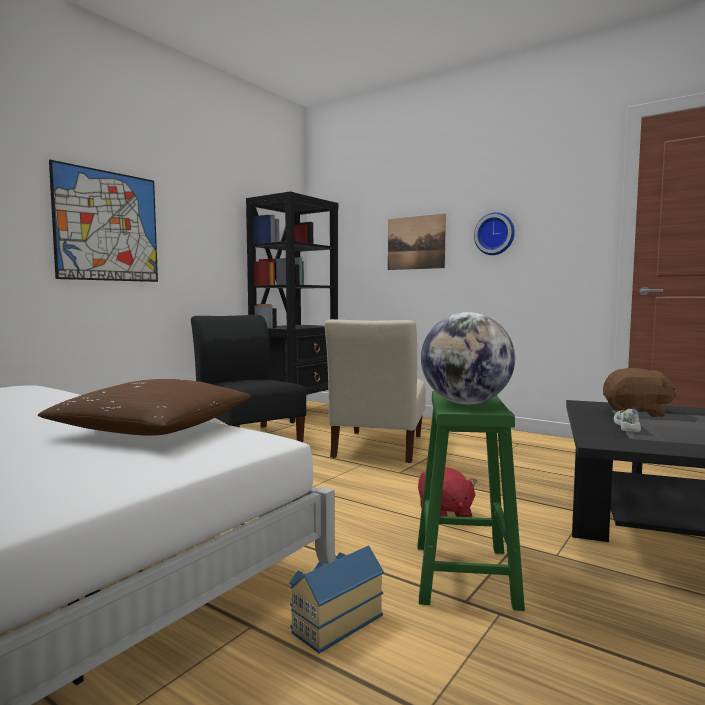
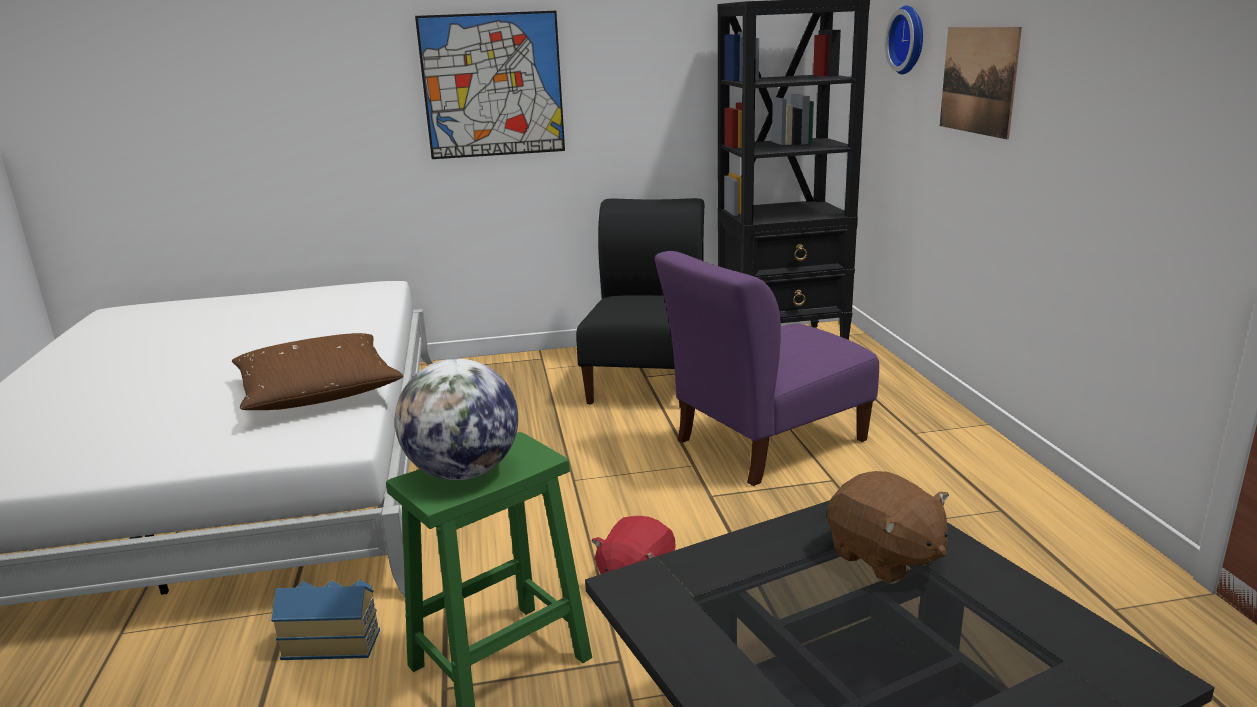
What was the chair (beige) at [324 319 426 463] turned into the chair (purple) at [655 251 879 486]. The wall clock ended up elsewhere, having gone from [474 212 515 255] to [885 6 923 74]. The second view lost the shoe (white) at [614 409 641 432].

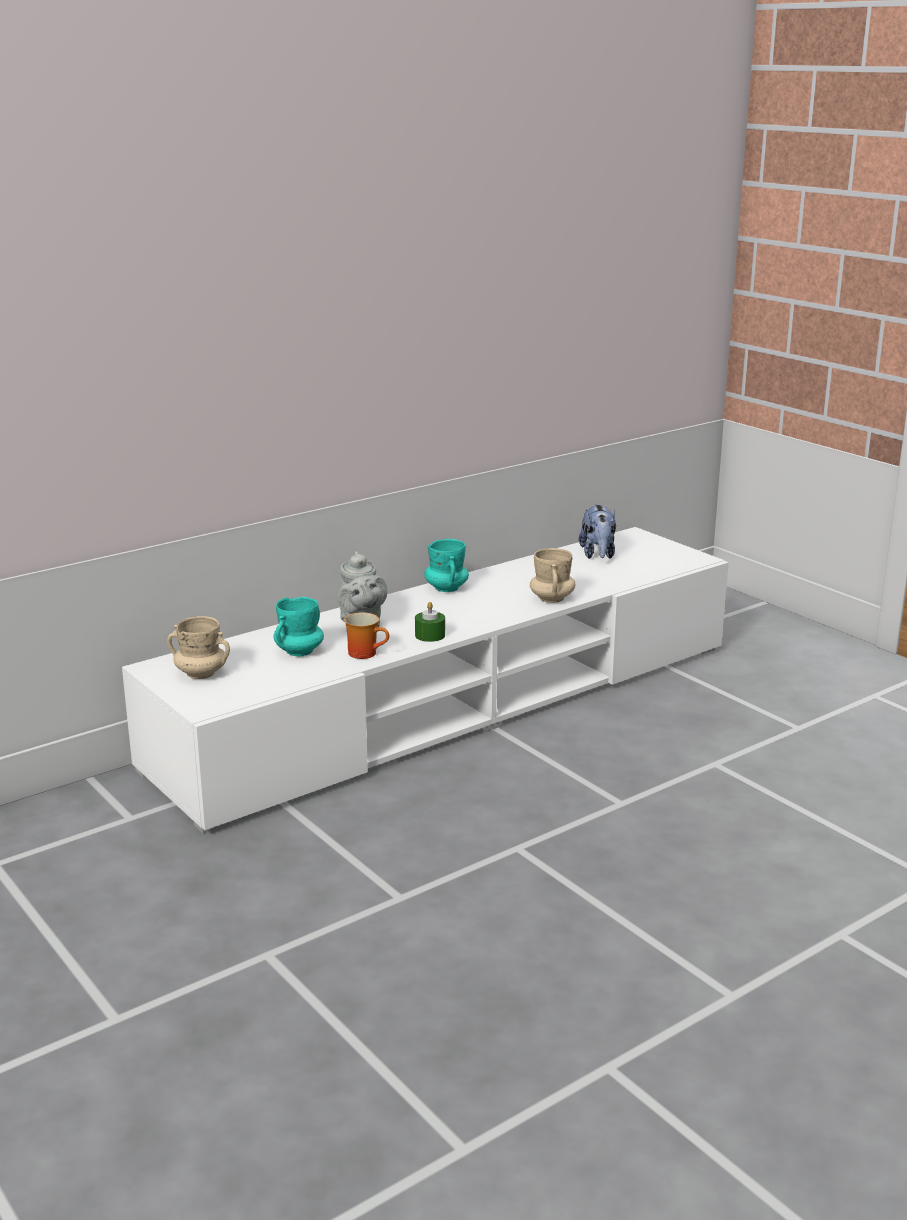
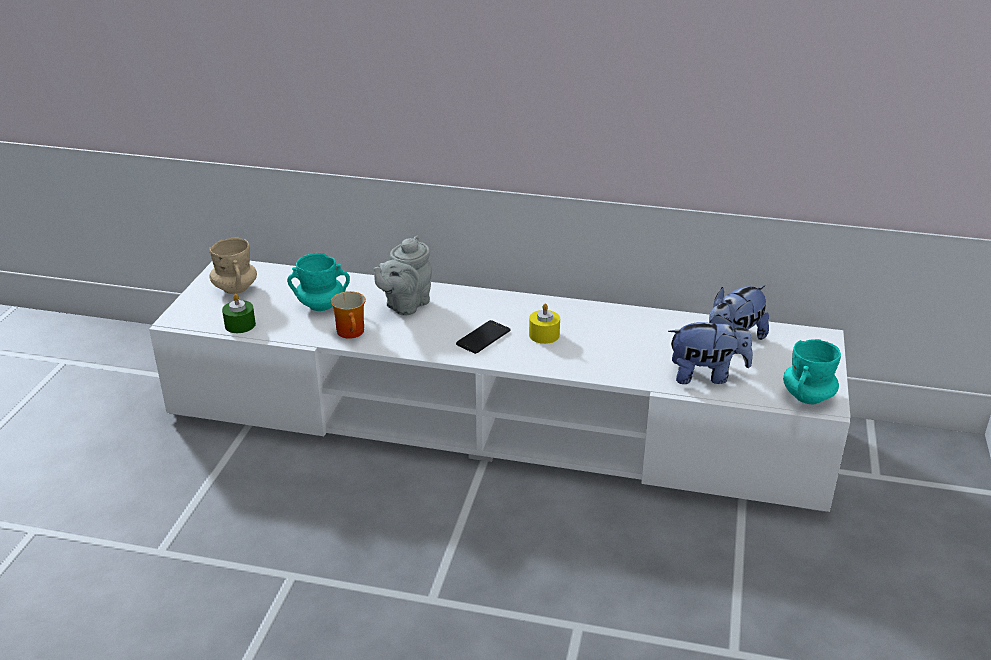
The candle (green) ended up elsewhere, having gone from [415 602 445 642] to [222 294 256 333]. The mug (turquoise) ended up elsewhere, having gone from [424 539 469 592] to [783 339 841 404]. The second view lost the mug (beige) at [530 548 575 603]. The second view gained the phone at [456 320 510 354]. The second view gained the candle (yellow) at [529 303 560 344]. The second view gained the plush toy at [668 314 753 384].

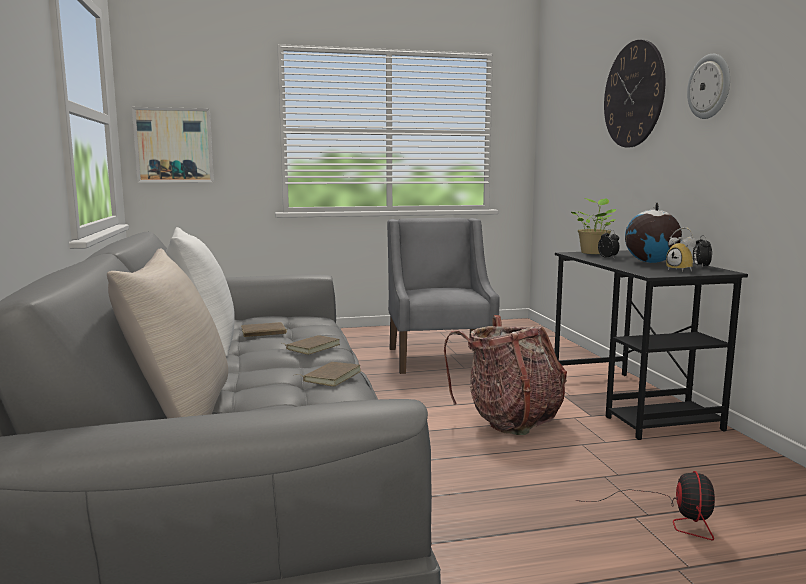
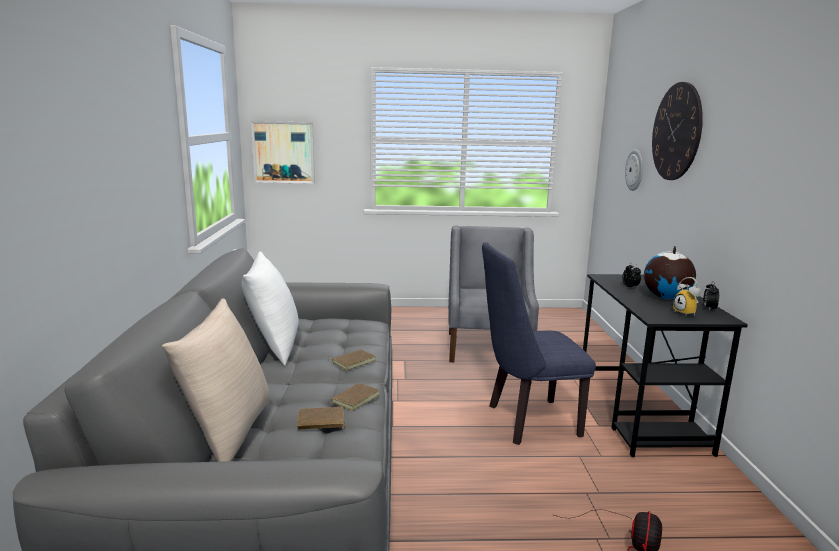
The book (brown) ended up elsewhere, having gone from [241 322 288 337] to [297 407 346 430]. Where the backpack stood at [444 315 567 435], the chair (blue) came to stand at [482 242 596 445]. The second view lost the potted plant at [571 198 616 254]. The wall clock ended up elsewhere, having gone from [687 54 730 119] to [625 149 643 191].

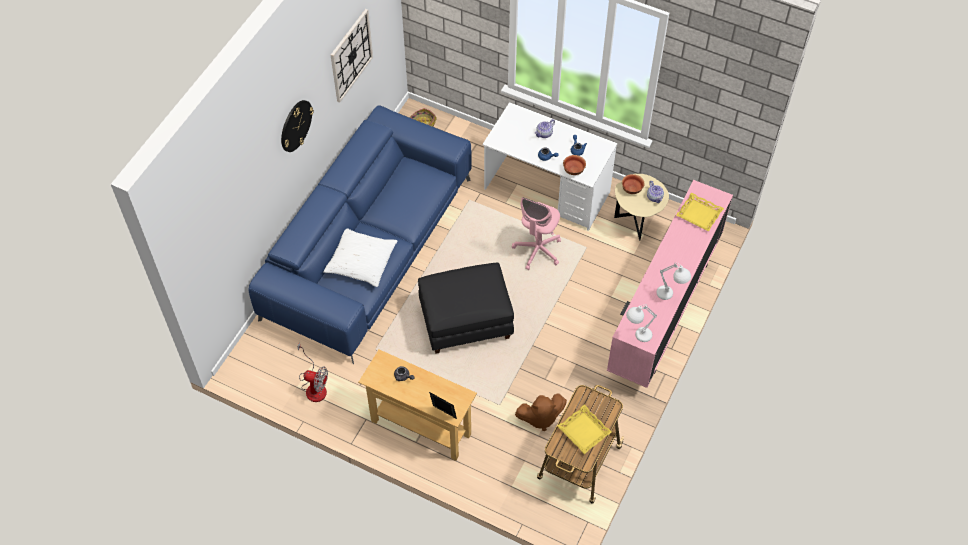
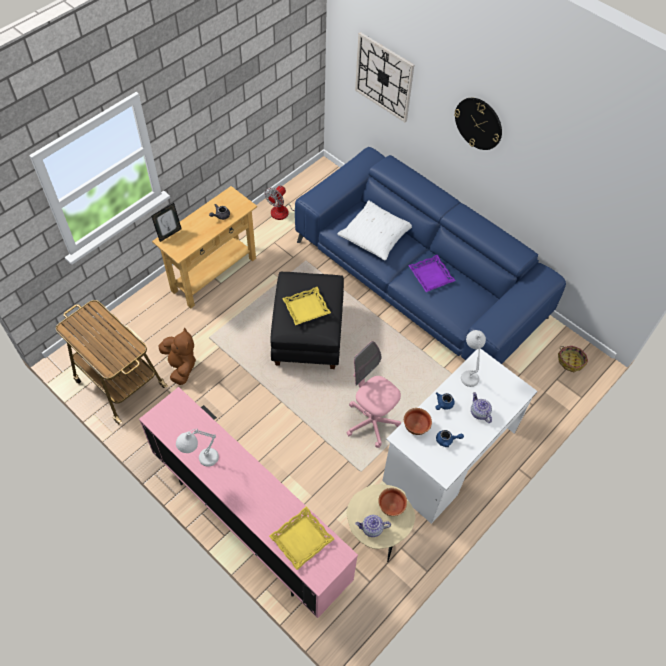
The wall clock ended up elsewhere, having gone from [331 9 373 103] to [355 32 414 122]. The plush toy (brown) at [515 393 567 431] ended up facing another way, 150 degrees clockwise from before. The tray (yellow) ended up elsewhere, having gone from [557 405 611 454] to [282 287 331 325]. The table lamp (white) ended up elsewhere, having gone from [626 305 657 342] to [461 330 486 387]. The second view gained the tray (purple) at [408 255 455 292].

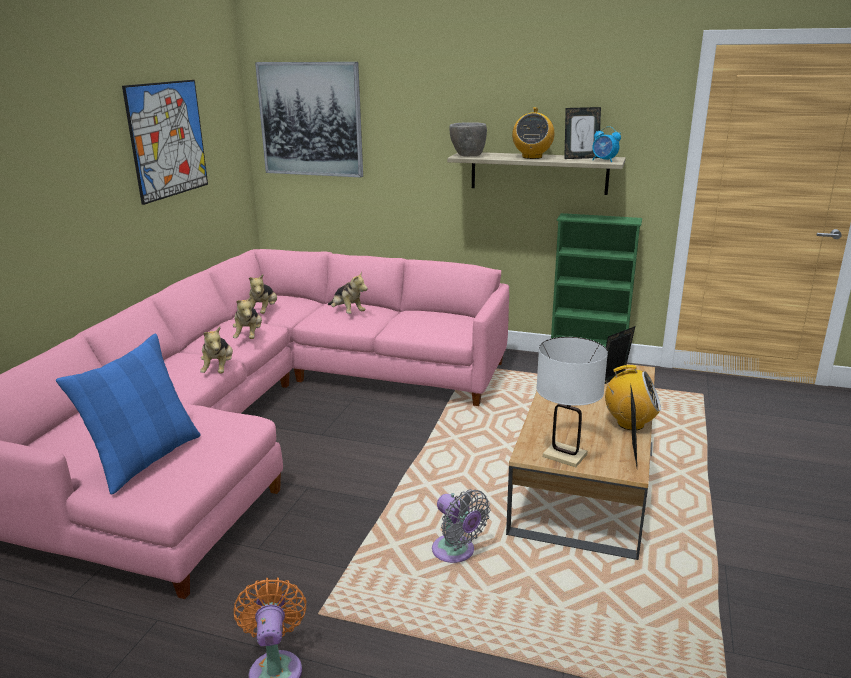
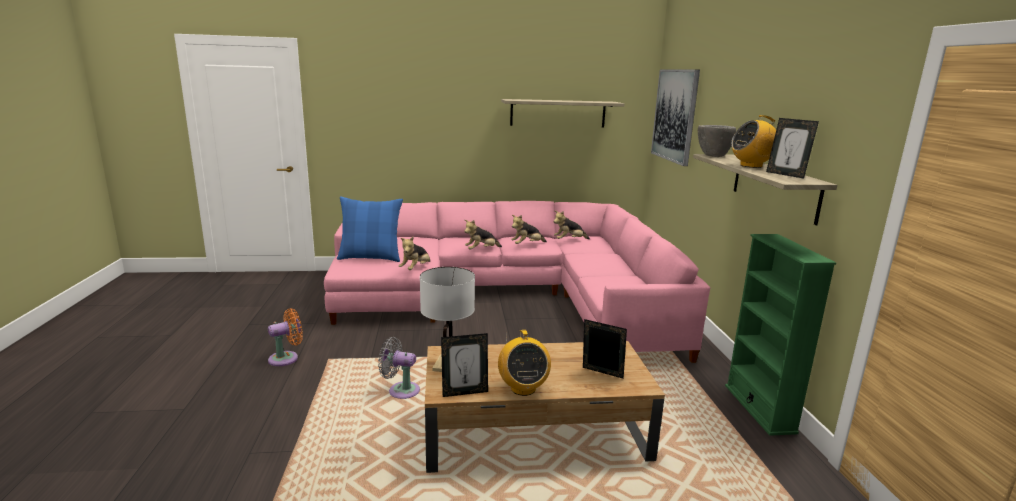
Where the picture hung at [122 80 208 205], the shelf came to hang at [501 99 625 127]. The plush toy ended up elsewhere, having gone from [328 271 368 314] to [399 237 430 270]. The fan (grey) at [432 489 490 563] ended up facing another way, 75 degrees clockwise from before. The second view lost the alarm clock at [592 126 621 162].

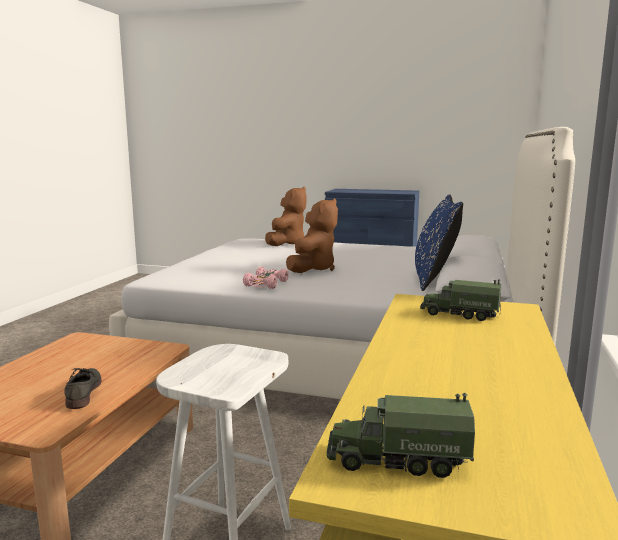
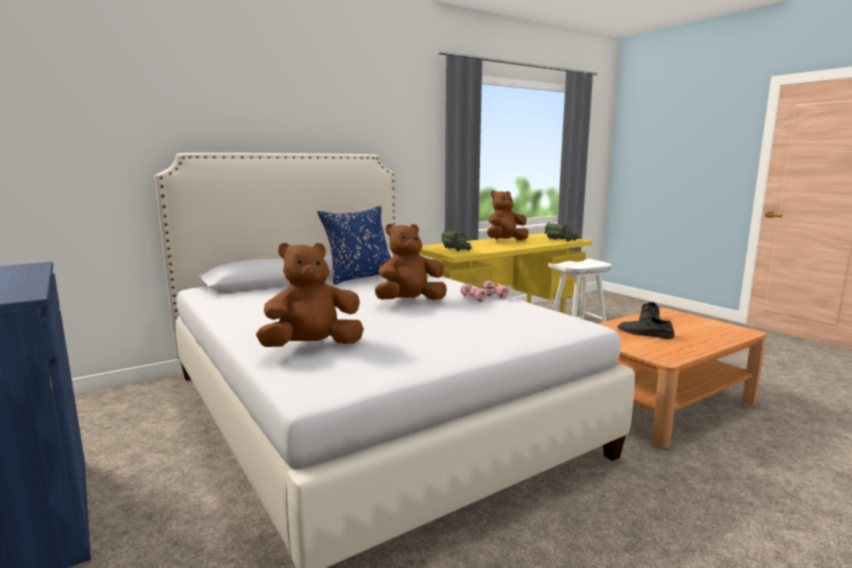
The second view gained the plush toy (brown) at [487 191 528 240]. The second view gained the shoe (grey) at [618 316 675 339].

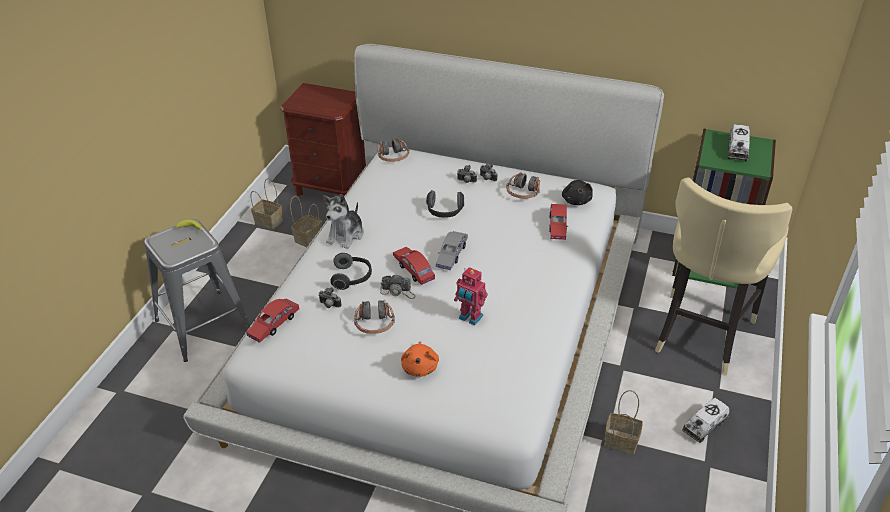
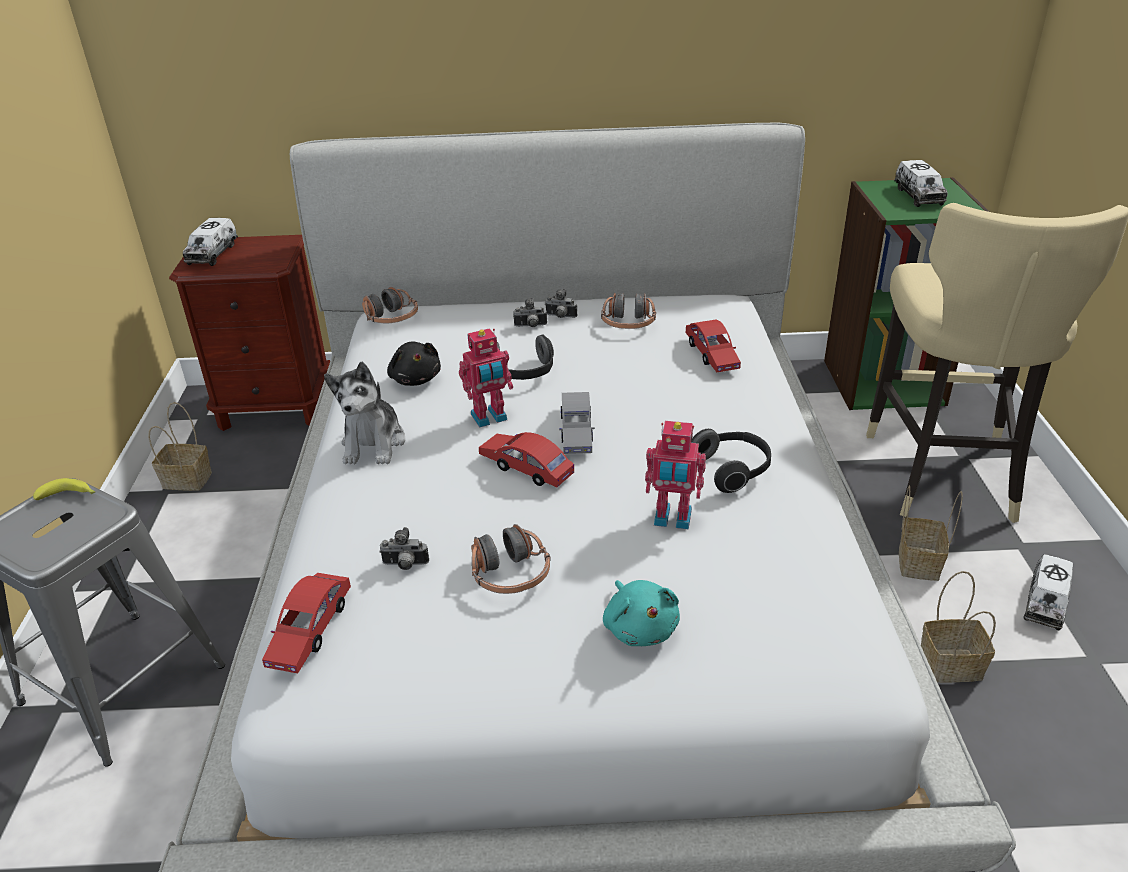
The basket ended up elsewhere, having gone from [290 196 322 247] to [899 485 963 581]. The headphones ended up elsewhere, having gone from [331 253 372 290] to [691 429 771 493]. The second view lost the photo camera at [380 274 416 299]. What was the plush toy (orange) at [401 341 439 377] turned into the plush toy (turquoise) at [603 580 680 646]. The plush toy (black) ended up elsewhere, having gone from [562 180 593 205] to [387 342 441 386]. The second view gained the toy truck at [183 218 238 266]. The second view gained the toy robot at [459 328 513 427].

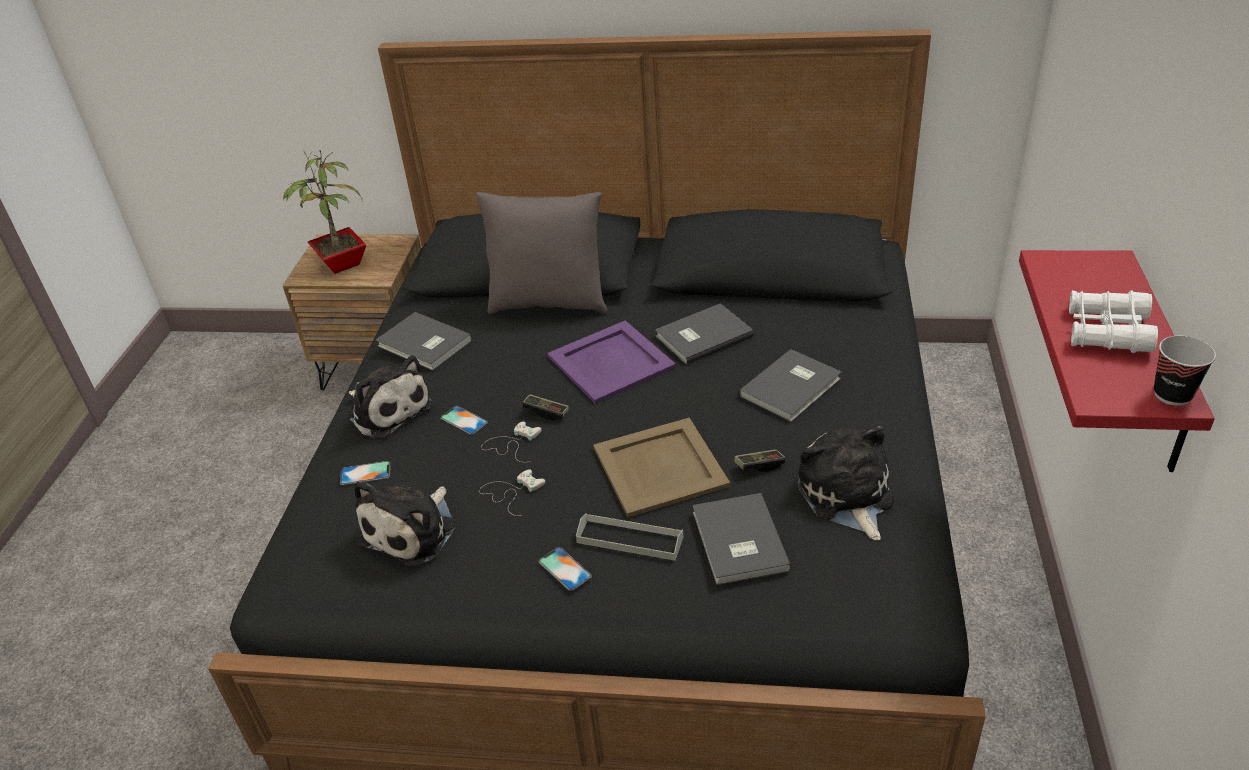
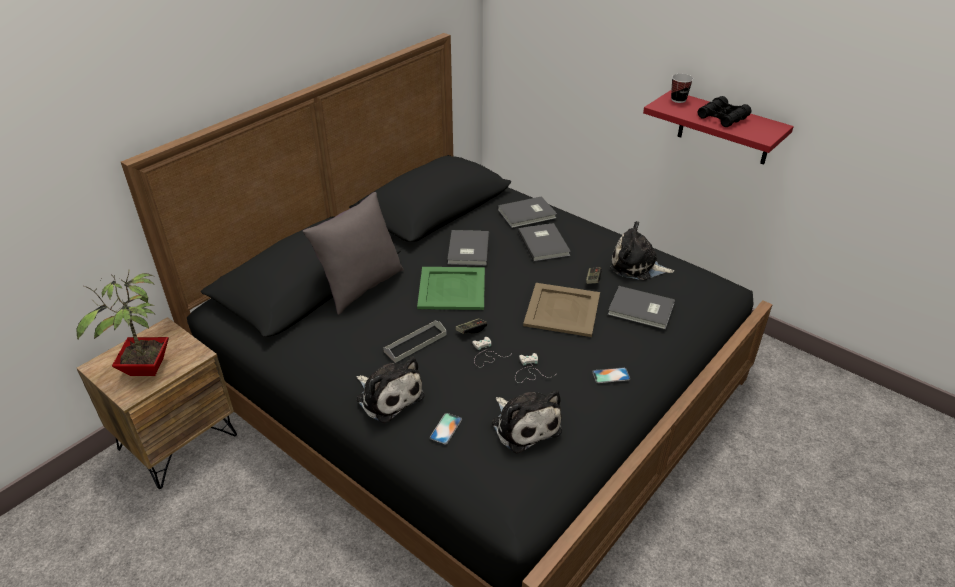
The plush toy at [348 355 433 440] ended up facing another way, 60 degrees clockwise from before. The book (grey) ended up elsewhere, having gone from [376 312 472 371] to [498 196 557 228]. The second view lost the phone at [440 406 488 435]. What was the tray (purple) at [547 320 676 404] turned into the tray (green) at [417 267 485 310]. The tray (grey) ended up elsewhere, having gone from [576 513 683 561] to [383 320 447 363]. What was the binoculars (white) at [1069 290 1158 353] turned into the binoculars (black) at [698 96 752 127]. The cup ended up elsewhere, having gone from [1154 336 1216 406] to [671 74 693 103].

